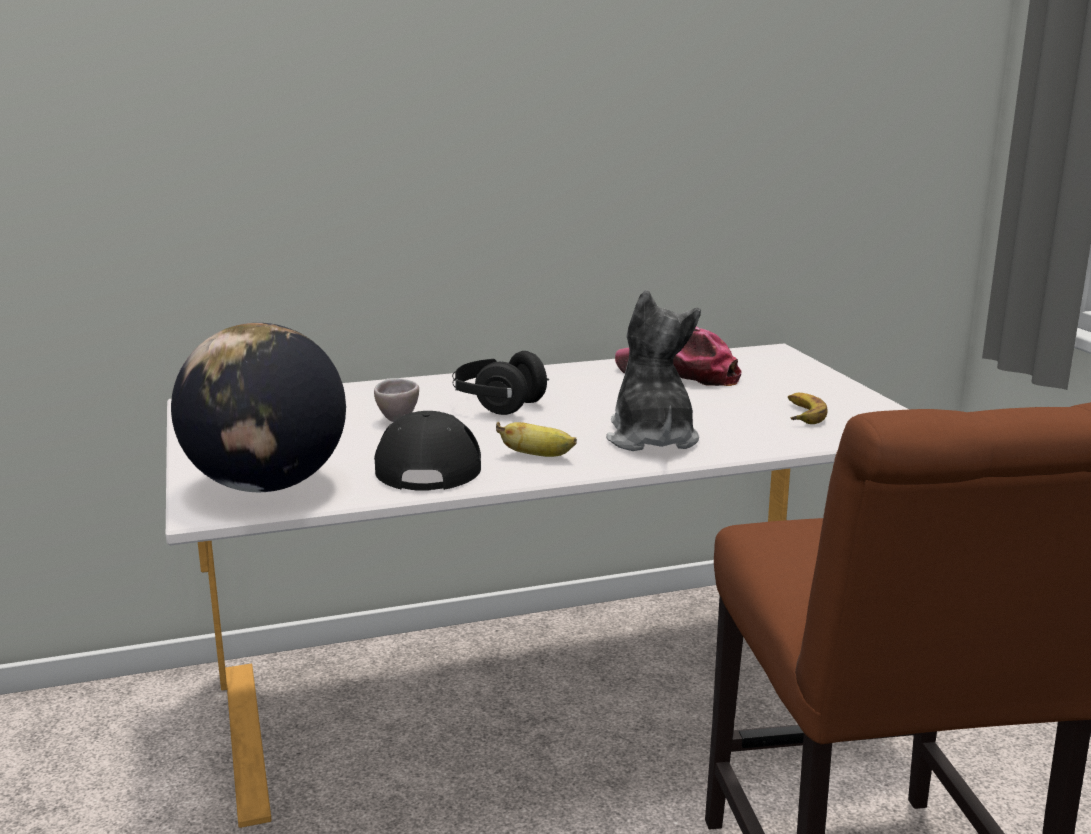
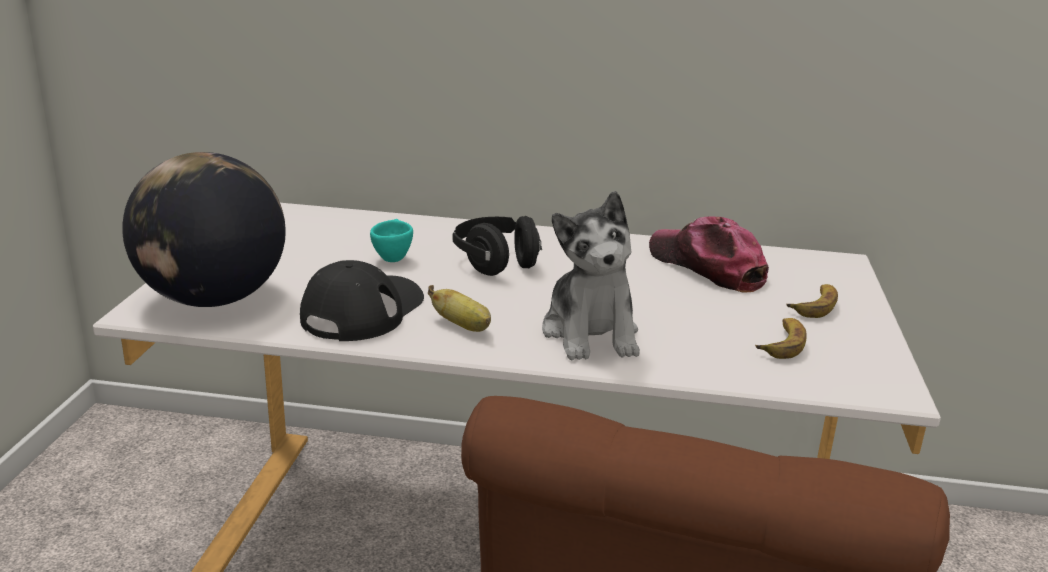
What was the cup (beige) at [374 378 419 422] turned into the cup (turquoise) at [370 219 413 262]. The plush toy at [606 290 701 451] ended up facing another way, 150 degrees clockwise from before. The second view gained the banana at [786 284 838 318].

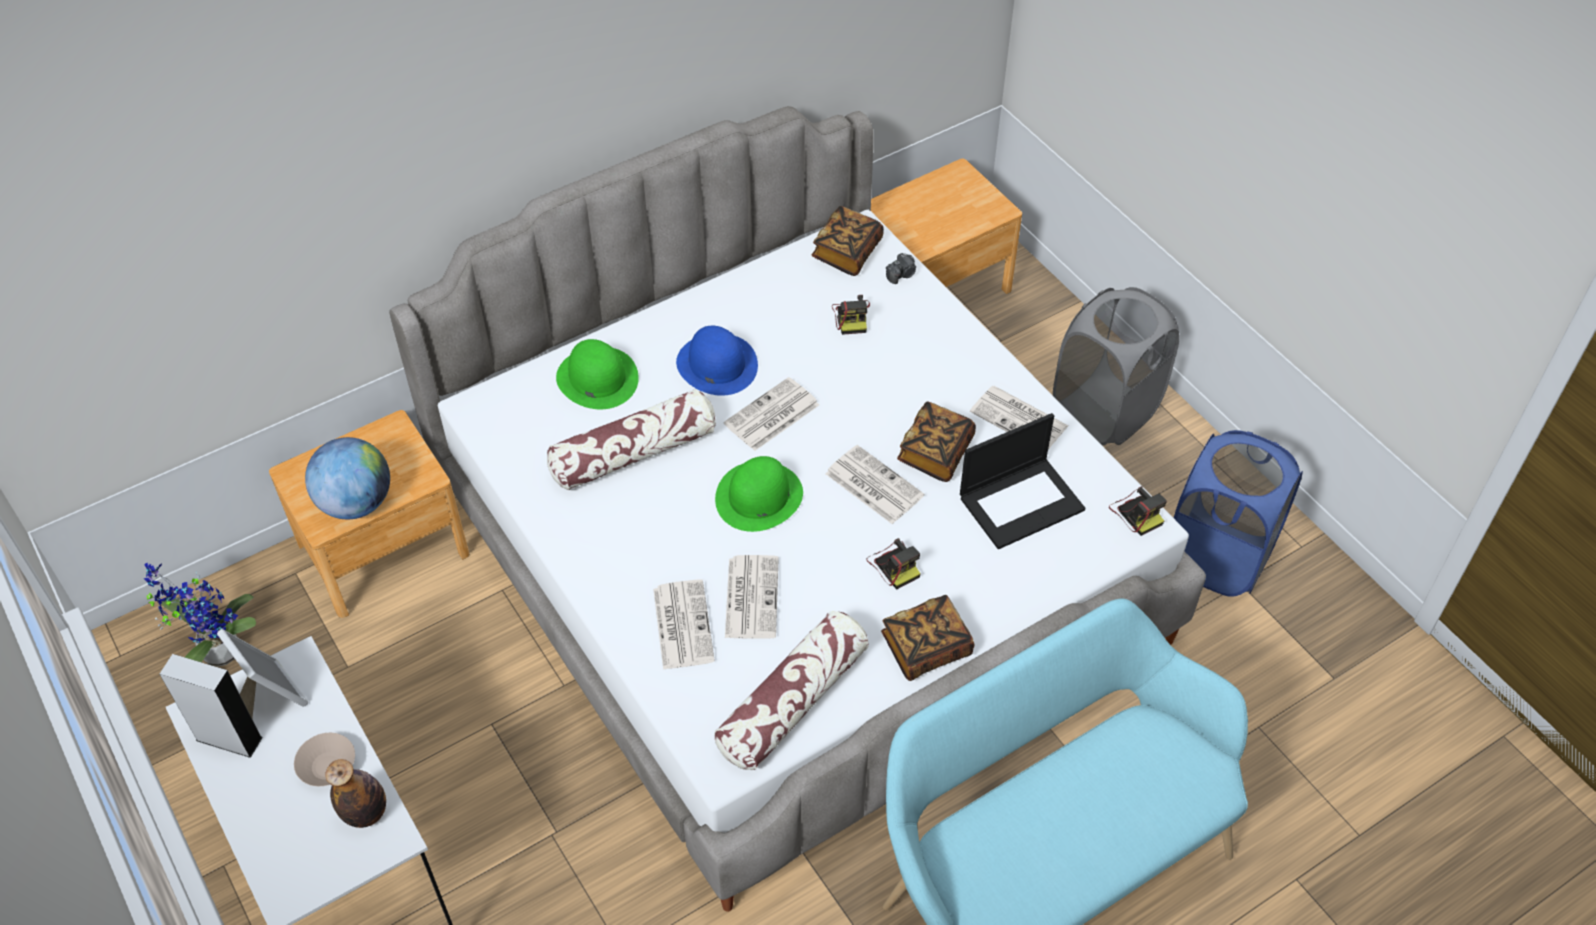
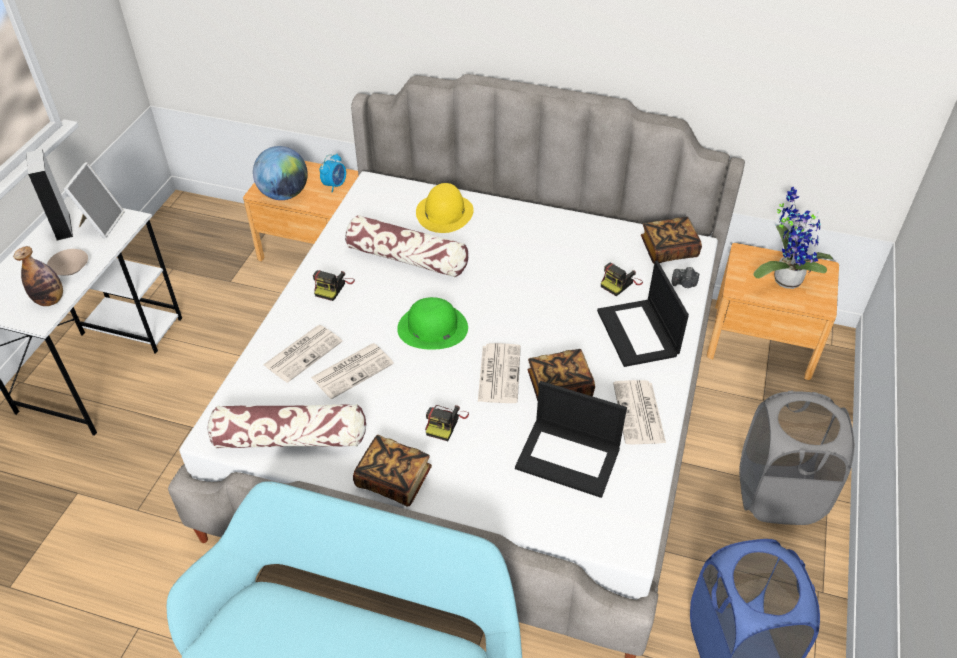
The potted plant ended up elsewhere, having gone from [144 563 256 667] to [753 187 833 289]. What was the hat (green) at [556 339 639 409] turned into the hat (yellow) at [416 183 474 233]. The second view lost the hat (blue) at [676 326 758 396]. The second view lost the newspaper at [724 377 819 451]. The photo camera ended up elsewhere, having gone from [1109 486 1167 536] to [313 270 355 301]. The second view gained the alarm clock at [319 154 346 193]. The second view gained the laptop at [597 261 689 367].

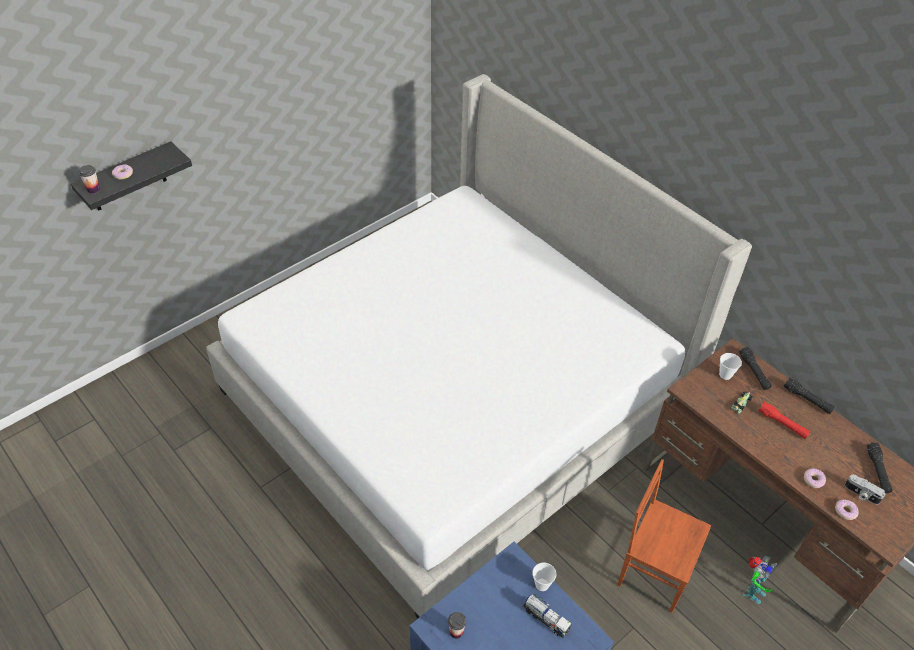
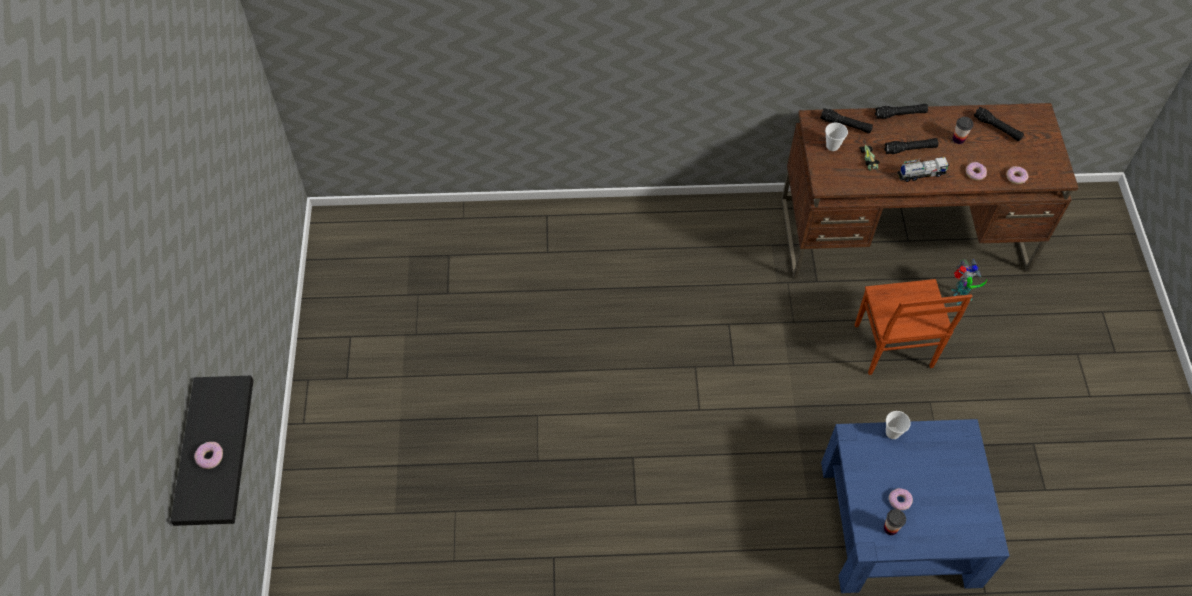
The cup ended up elsewhere, having gone from [78 165 100 194] to [952 117 974 144]. The second view lost the bed at [206 74 752 618]. The toy truck ended up elsewhere, having gone from [523 594 572 638] to [897 157 949 182]. The chair (brown) at [617 459 711 613] ended up facing another way, 75 degrees counterclockwise from before. What was the flashlight (red) at [758 402 810 439] turned into the flashlight (black) at [884 138 938 154]. The second view lost the photo camera at [845 475 886 505]. The second view gained the donut at [889 488 913 510].

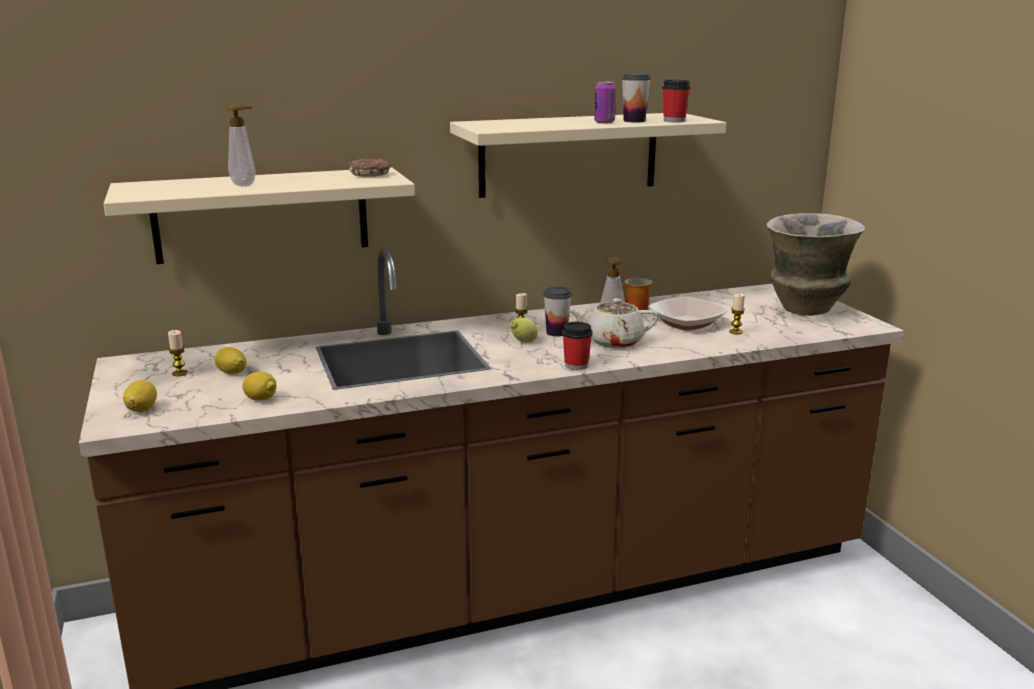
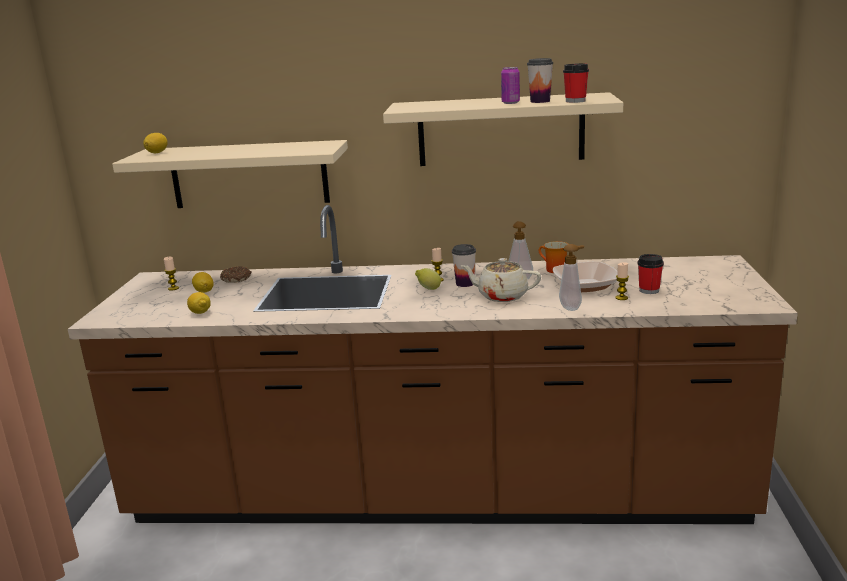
The lemon ended up elsewhere, having gone from [123 380 157 412] to [143 133 168 153]. The soap dispenser ended up elsewhere, having gone from [226 103 256 187] to [559 244 584 311]. The donut ended up elsewhere, having gone from [349 159 390 177] to [220 266 251 283]. The cup ended up elsewhere, having gone from [562 322 593 370] to [637 254 664 294]. The second view lost the vase at [766 213 865 316].

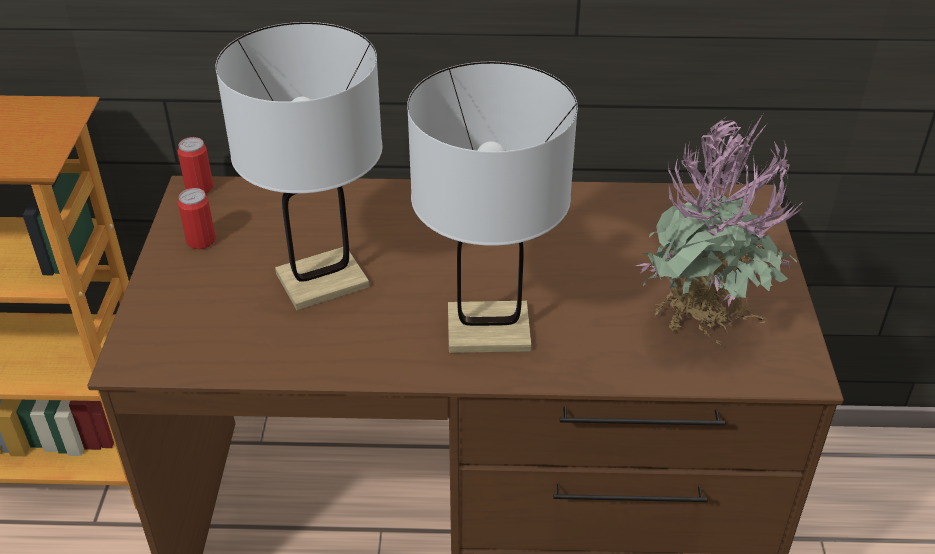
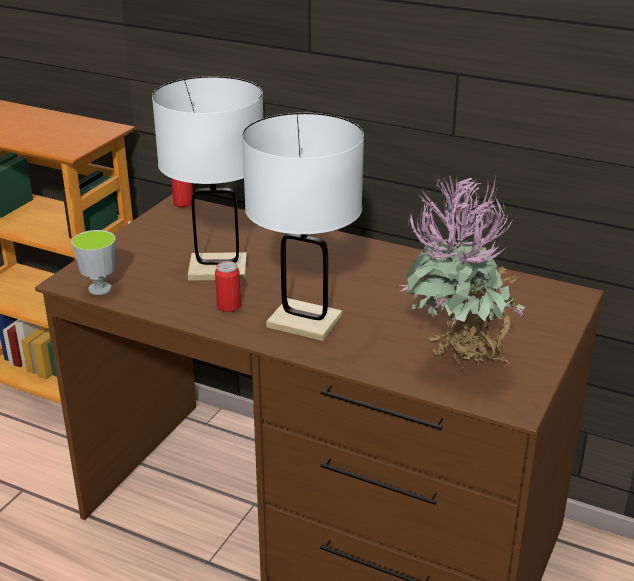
The can ended up elsewhere, having gone from [178 188 216 249] to [215 261 241 312]. The second view gained the cup at [72 230 116 295].

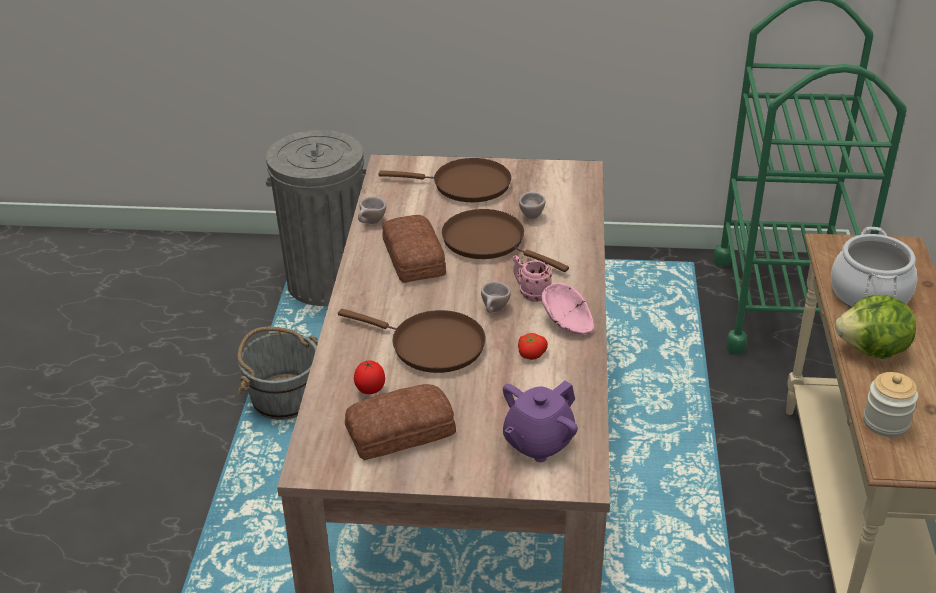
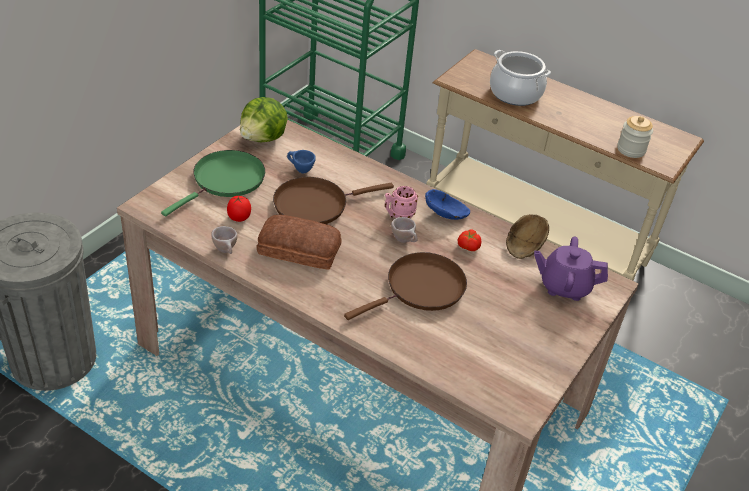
The second view lost the bucket (grey) at [237 327 318 420]. The second view lost the bread at [345 384 456 460]. The tomato ended up elsewhere, having gone from [354 360 385 394] to [227 196 251 222]. What was the frying pan (brown) at [378 158 511 202] turned into the frying pan (green) at [161 150 265 217]. The teapot (purple) at [503 381 578 462] ended up facing another way, 120 degrees clockwise from before. What was the cup (beige) at [519 190 546 219] turned into the cup (blue) at [287 150 316 173]. What was the bowl (pink) at [541 283 594 335] turned into the bowl (blue) at [425 189 470 220]. The lettuce ended up elsewhere, having gone from [835 295 916 359] to [240 97 288 142]. The second view gained the bowl (brown) at [506 214 549 259].

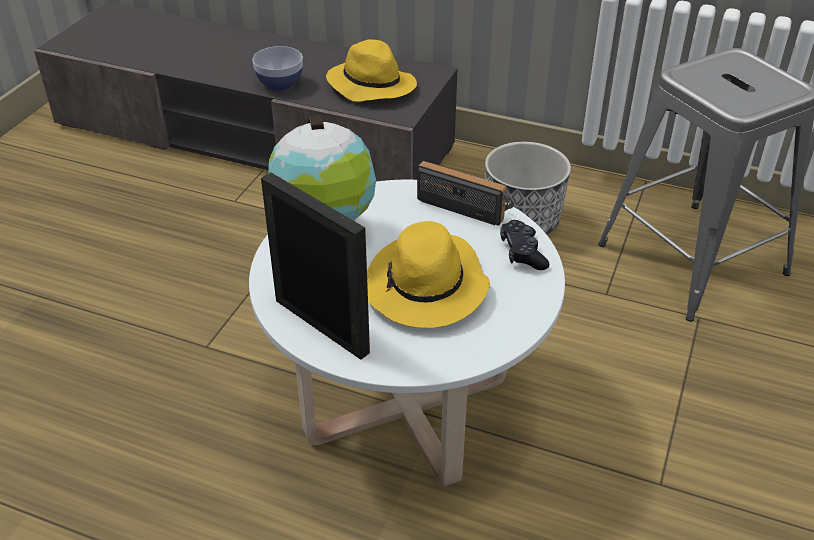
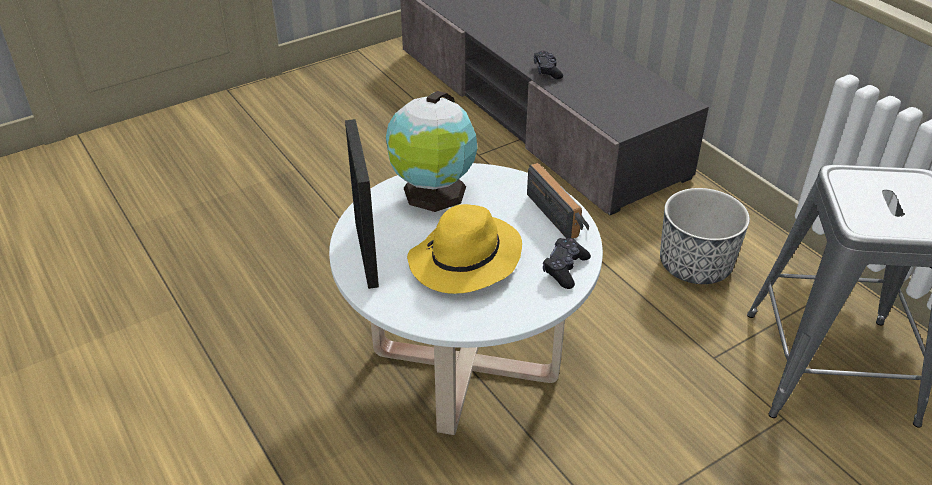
Where the bowl stood at [252 46 303 91], the game controller (black) came to stand at [534 51 563 79]. The second view lost the hat (yellow) at [326 39 417 102].

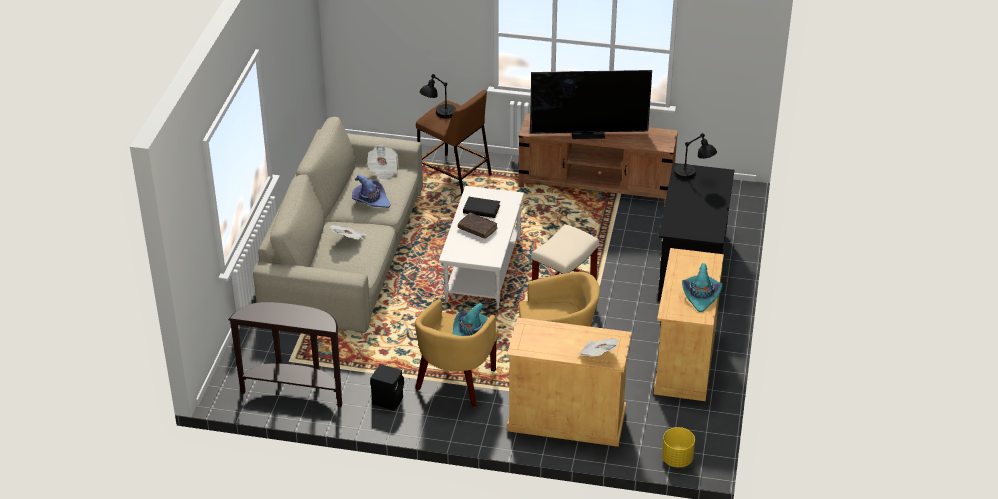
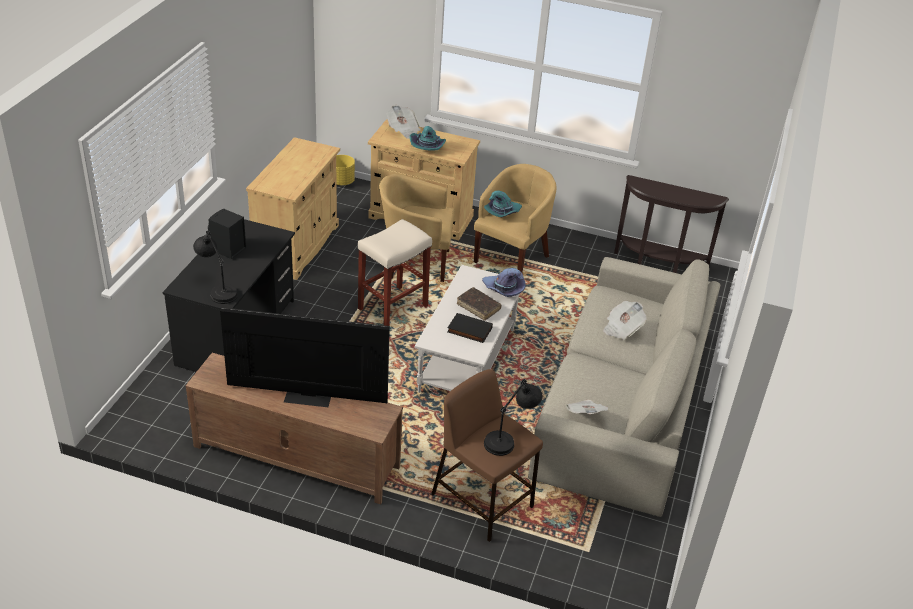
The hat (purple) ended up elsewhere, having gone from [352 175 390 208] to [482 268 526 297]. The speaker (black) ended up elsewhere, having gone from [370 364 404 410] to [208 209 246 259]. The hat (turquoise) ended up elsewhere, having gone from [682 263 723 312] to [409 126 446 151].

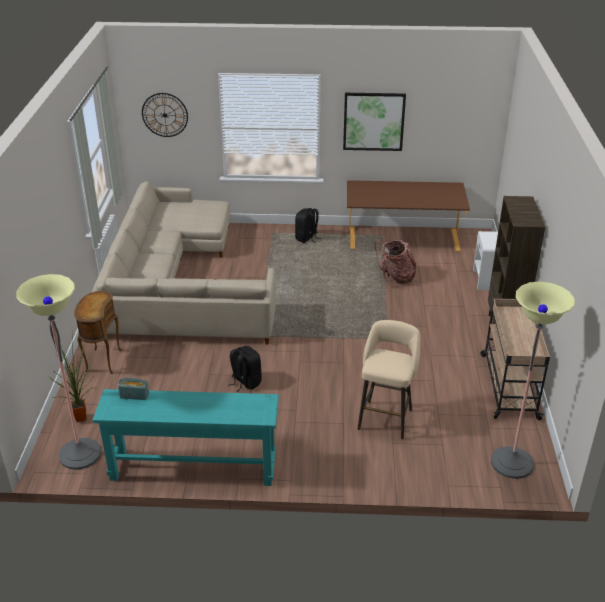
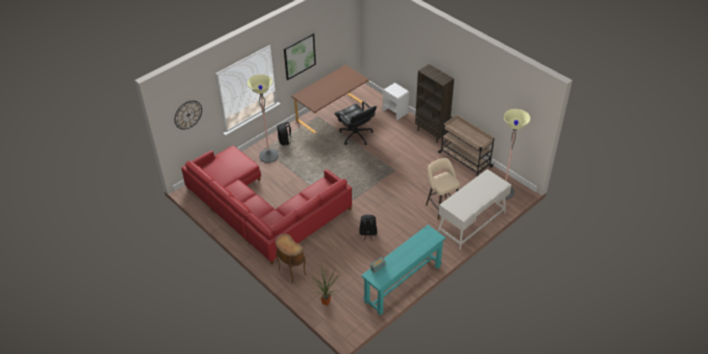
The floor lamp ended up elsewhere, having gone from [16 274 101 470] to [247 74 279 163]. What was the sofa (beige) at [91 181 276 345] turned into the sofa (red) at [181 146 352 264]. Where the backpack stood at [374 240 417 284], the office chair (black) came to stand at [335 101 377 145]. The second view gained the desk (white) at [438 169 511 250].

